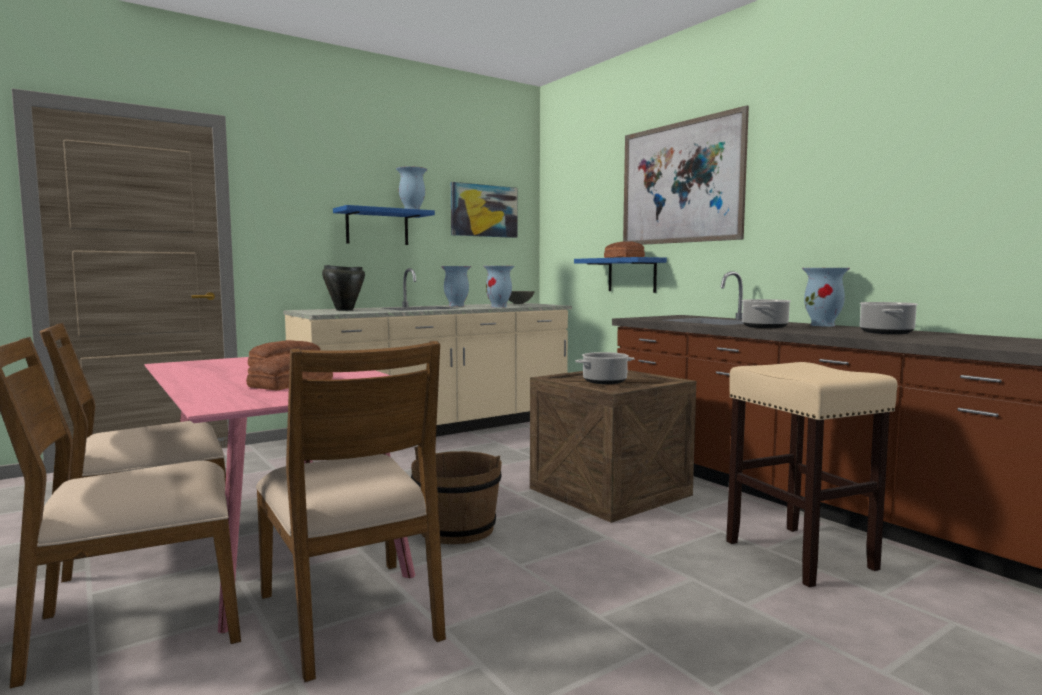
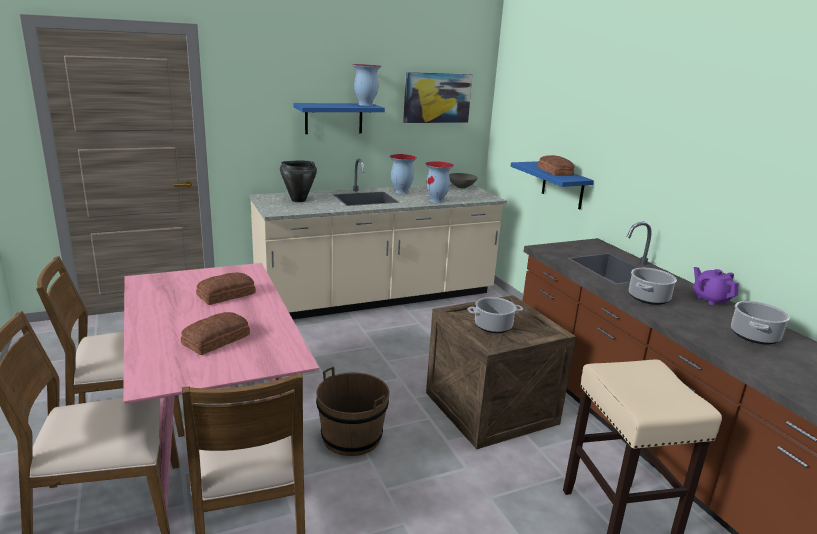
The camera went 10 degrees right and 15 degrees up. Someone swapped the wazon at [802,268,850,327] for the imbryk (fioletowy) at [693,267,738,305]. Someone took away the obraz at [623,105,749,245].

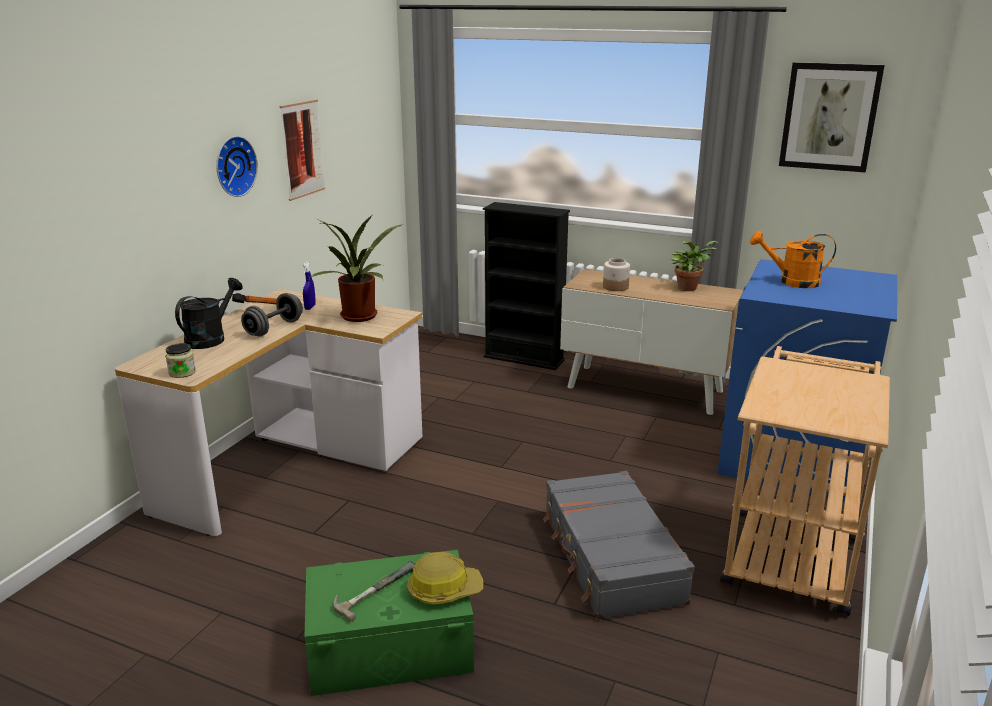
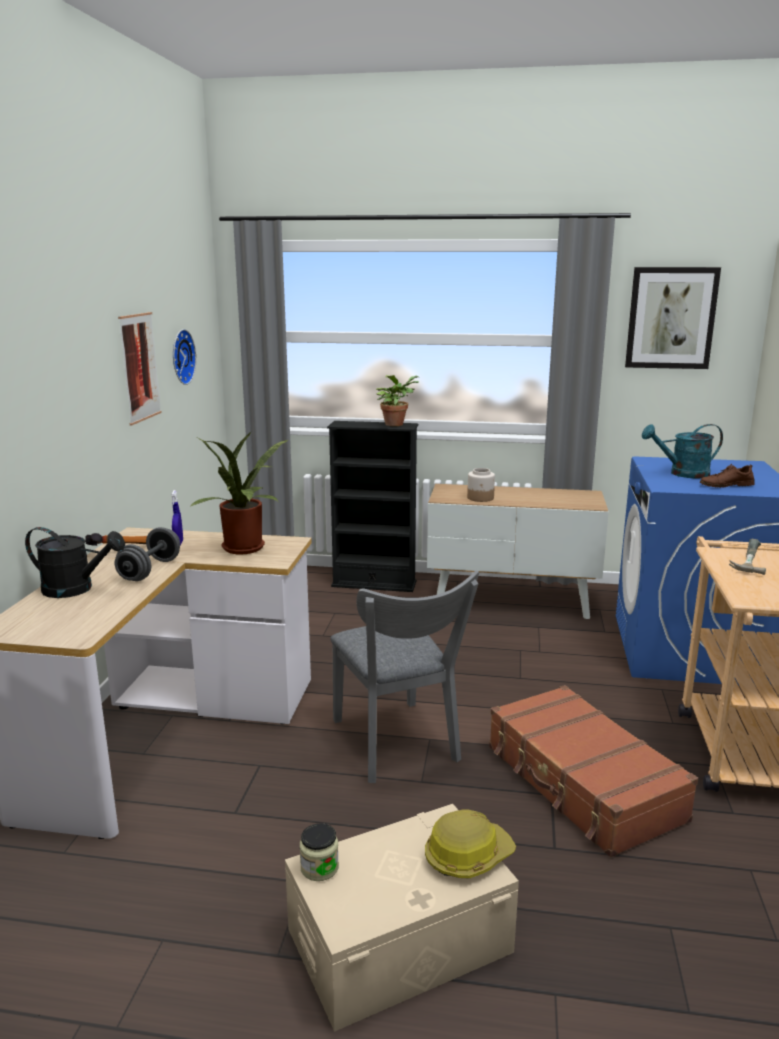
The camera went 15 degrees left and 5 degrees down. Someone rotated the konewka (czarny) at [175,278,243,349] by 90 degrees clockwise. Someone carried the zegar ścienny from [216,136,258,197] to [173,329,196,385]. Someone repainted the pojemnik do przechowywania (zielony) at [304,550,474,696], which became the pojemnik do przechowywania (beżowy) at [285,804,519,1032]. Someone carried the słoik from [165,343,196,378] to [300,823,339,881]. Someone put down the krzesło (szary) at [330,571,479,783]. Someone carried the roślina doniczkowa from [671,241,718,291] to [376,375,419,426]. Someone repainted the walizka (szary) at [543,471,695,620], which became the walizka (brązowy) at [489,685,698,857]. Someone repainted the konewka (pomarańczowy) at [750,230,836,288], which became the konewka (turkusowy) at [642,424,723,478]. Someone put down the but (brązowy) at [700,464,755,488]. Someone carried the młotek from [333,561,415,622] to [729,539,766,575].

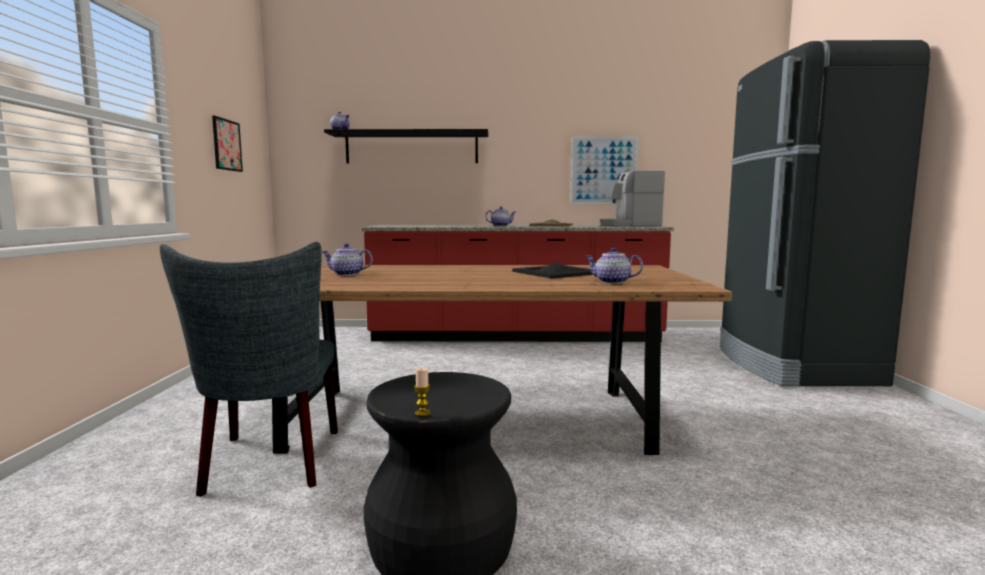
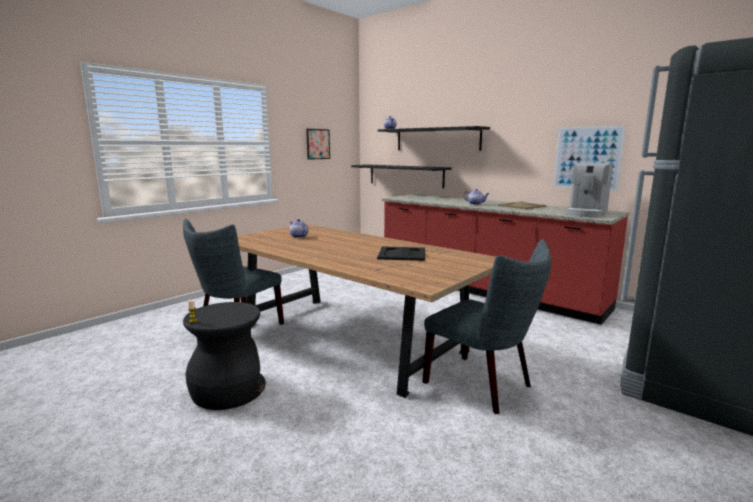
The camera went 40 degrees right and 5 degrees up. Someone put up the półka (czarny) at [351,164,452,188]. Someone put down the krzesło (szary) at [422,239,551,414]. Someone rotated the ekspres do kawy at [600,171,665,226] by 90 degrees counterclockwise. Someone took away the imbryk at [585,248,643,283].

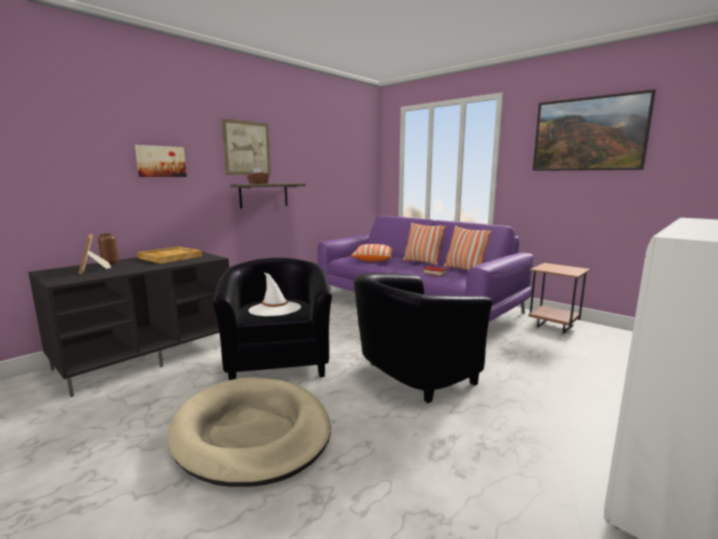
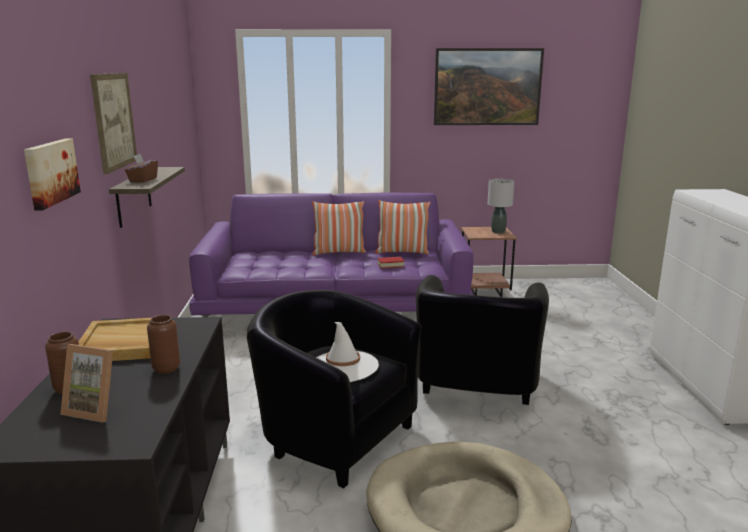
The camera went 45 degrees left and 5 degrees up. Someone put down the wazon (brązowy) at [147,315,180,374]. Someone put down the lampa stołowa (szary) at [487,179,515,234]. Someone took away the poduszka at [351,244,394,261].

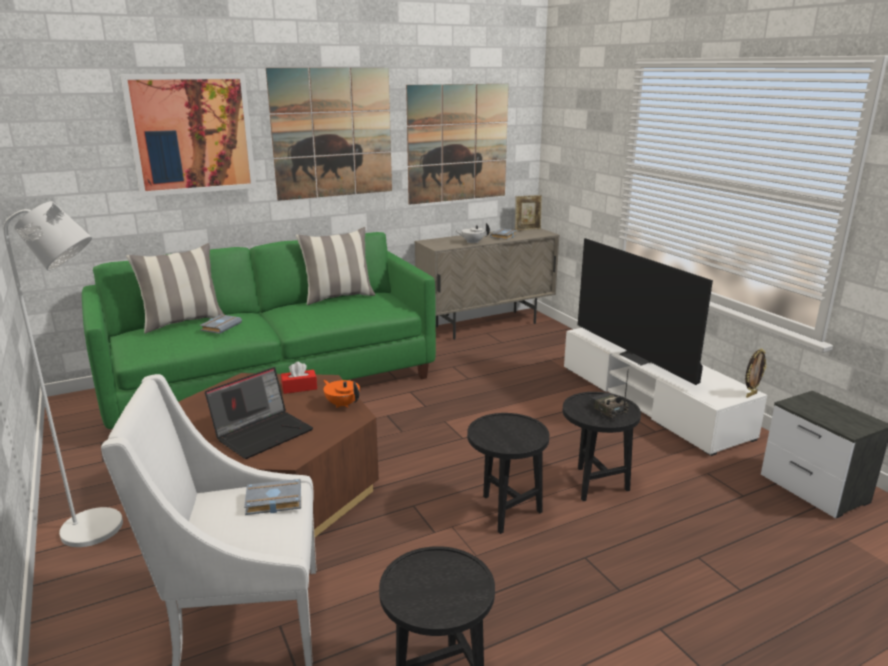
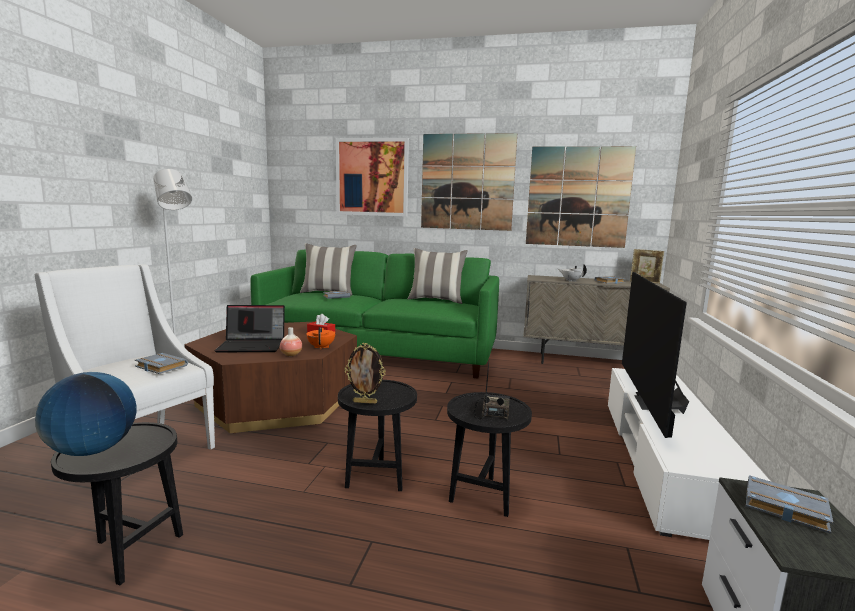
The camera went 40 degrees right and 10 degrees down. Someone put down the globus at [35,372,137,456]. Someone put down the wazon at [280,327,302,356]. Someone carried the ramka na zdjęcie from [745,349,767,398] to [345,343,386,404]. Someone put down the książka (szary) at [746,475,833,534].

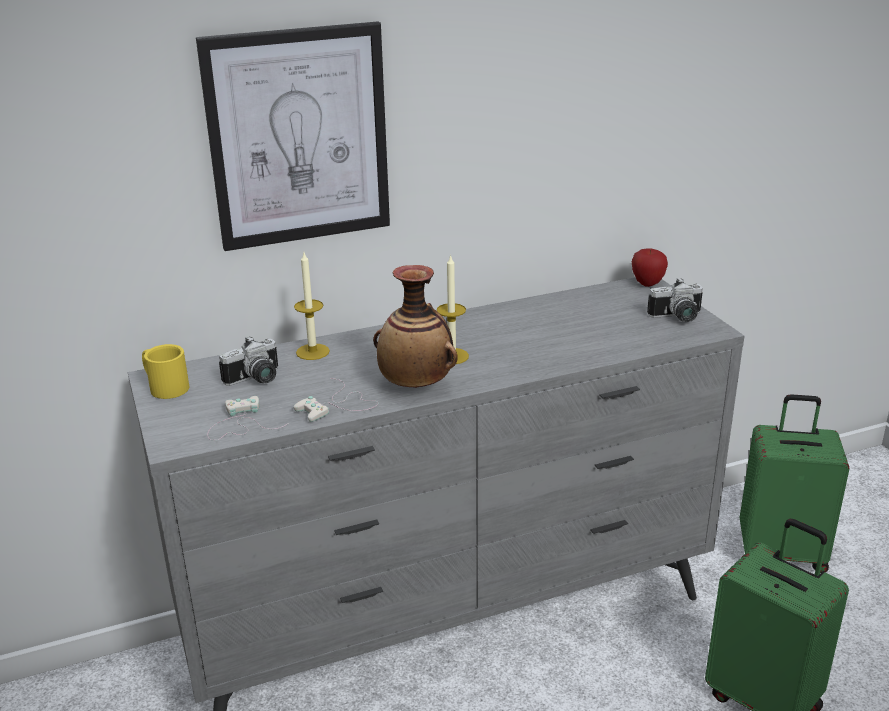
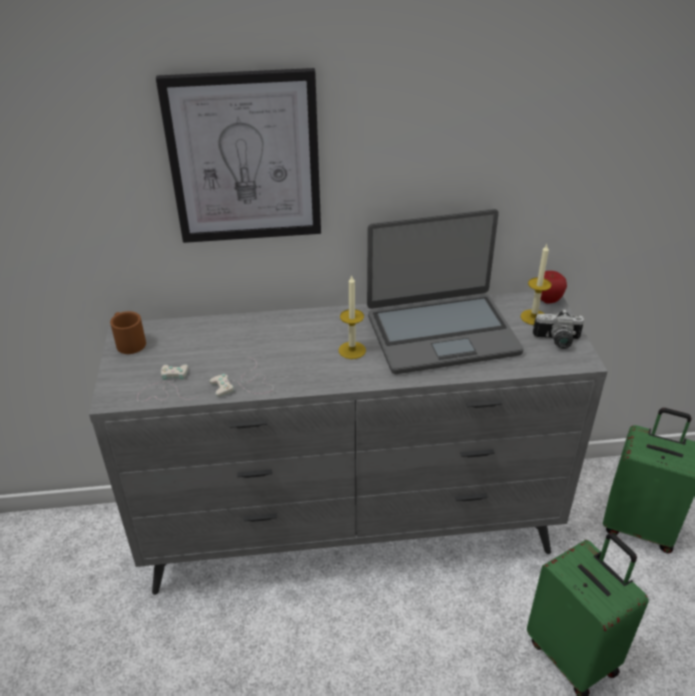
The camera went 15 degrees right and 10 degrees up. Someone repainted the kubek (żółty) at [142,344,189,399], which became the kubek (brązowy) at [110,311,146,354]. Someone put down the laptop at [367,209,524,374]. Someone carried the świeca from [294,253,330,360] to [520,244,552,325]. Someone took away the aparat fotograficzny at [219,336,278,386]. Someone took away the wazon at [373,265,458,388].

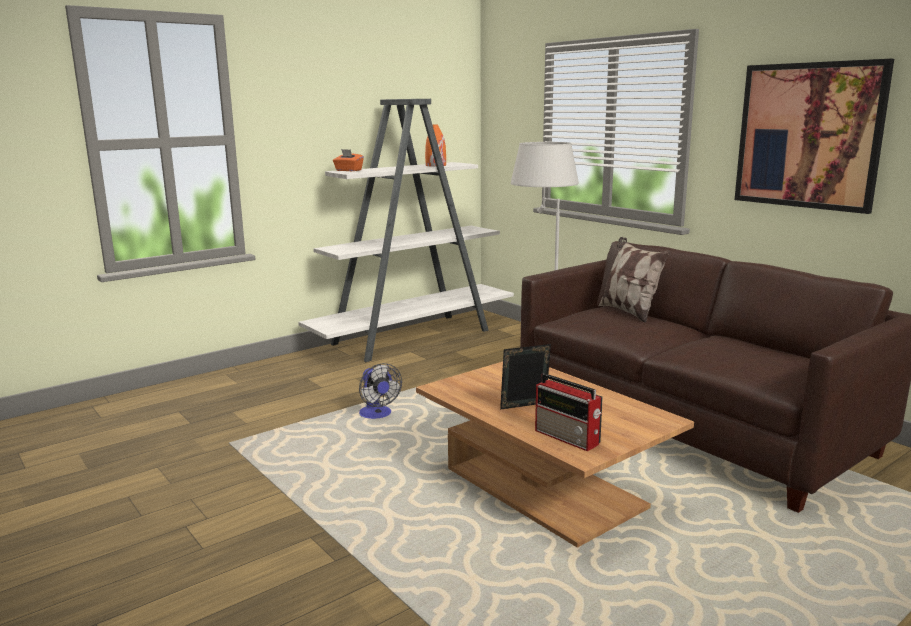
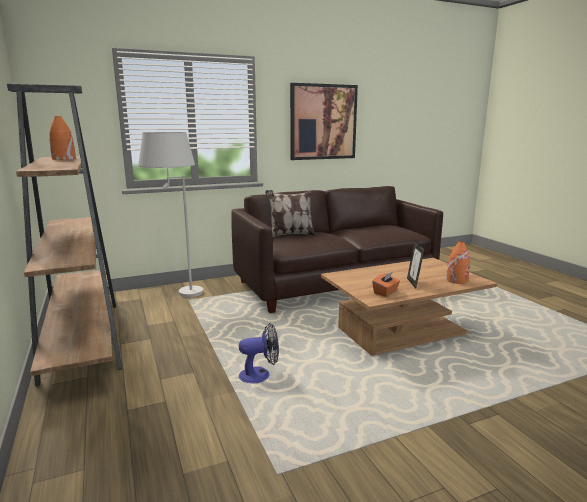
The camera went 75 degrees left and 0 degrees up. Someone repainted the regał (biały) at [298,99,514,362], which became the regał (brązowy) at [7,84,122,386]. Someone carried the pudełko chusteczek (pomarańczowy) from [333,149,364,171] to [372,272,400,297]. Someone swapped the radio at [535,373,603,451] for the wazon (pomarańczowy) at [446,241,470,284].

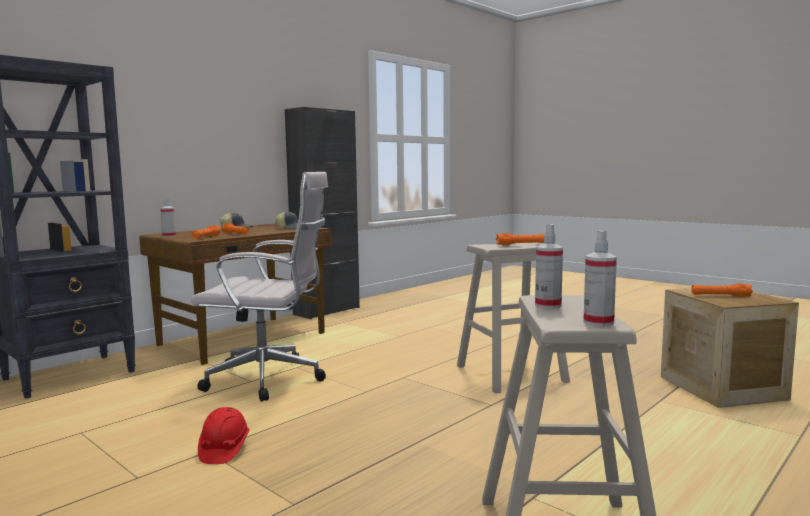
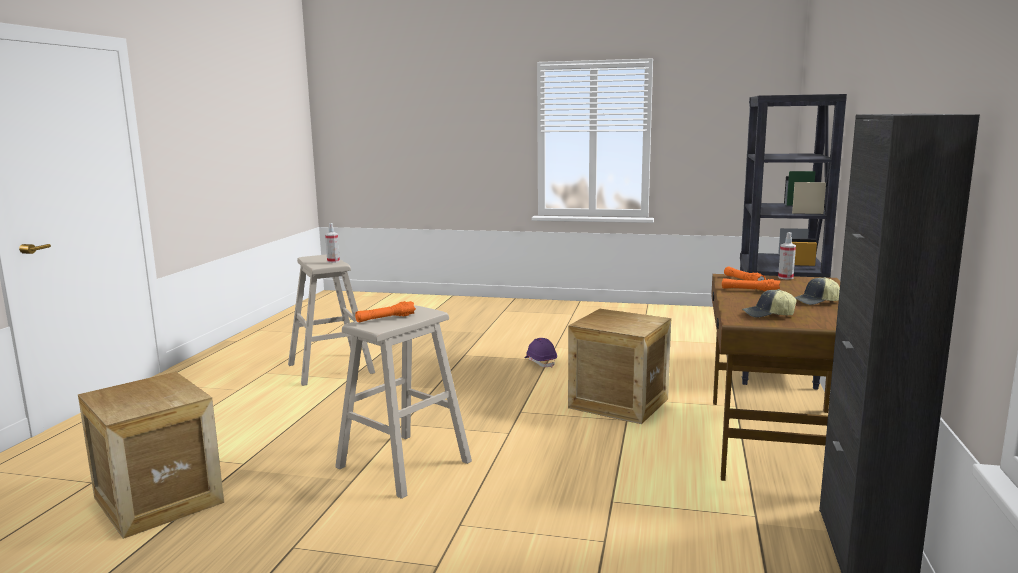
The camera went 150 degrees right and 5 degrees up. Someone repainted the kask (czerwony) at [198,407,250,464], which became the kask (fioletowy) at [524,338,557,368]. Someone swapped the krzesło biurowe (biały) at [191,172,328,402] for the skrzynka at [568,309,671,424]. Someone took away the spryskiwacz at [583,231,617,327]. Someone took away the latarka (pomarańczowy) at [691,283,753,297].

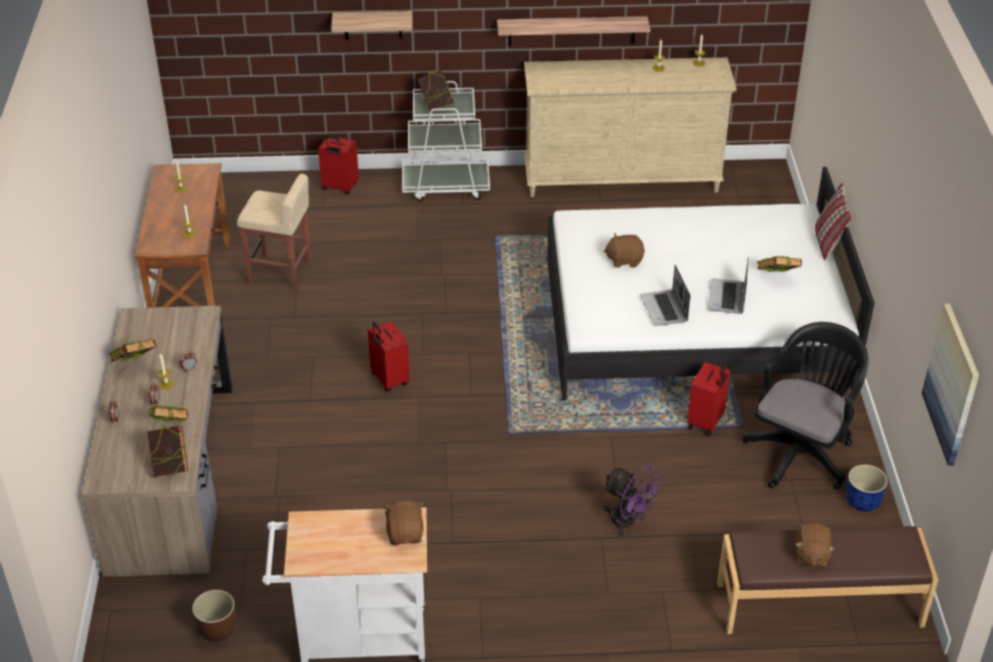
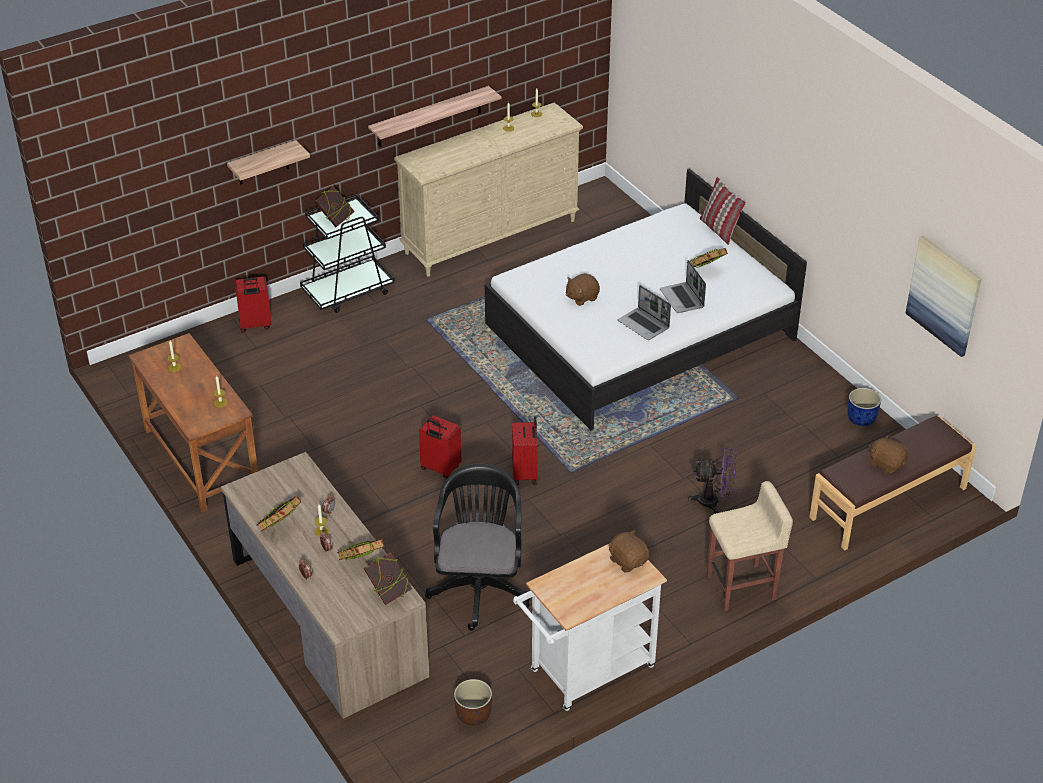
The camera went 30 degrees left and 0 degrees up. Someone repainted the wózek (biały) at [402,81,490,201], which became the wózek (czarny) at [300,194,394,313]. Someone carried the krzesło biurowe (czarny) from [742,322,869,490] to [425,464,530,631]. Someone carried the walizka (czerwony) from [687,362,730,436] to [512,416,538,485]. Someone carried the stołek (beżowy) from [237,174,311,290] to [707,481,793,611]. Someone rotated the pluszak (brązowy) at [795,522,835,567] by 150 degrees clockwise.

